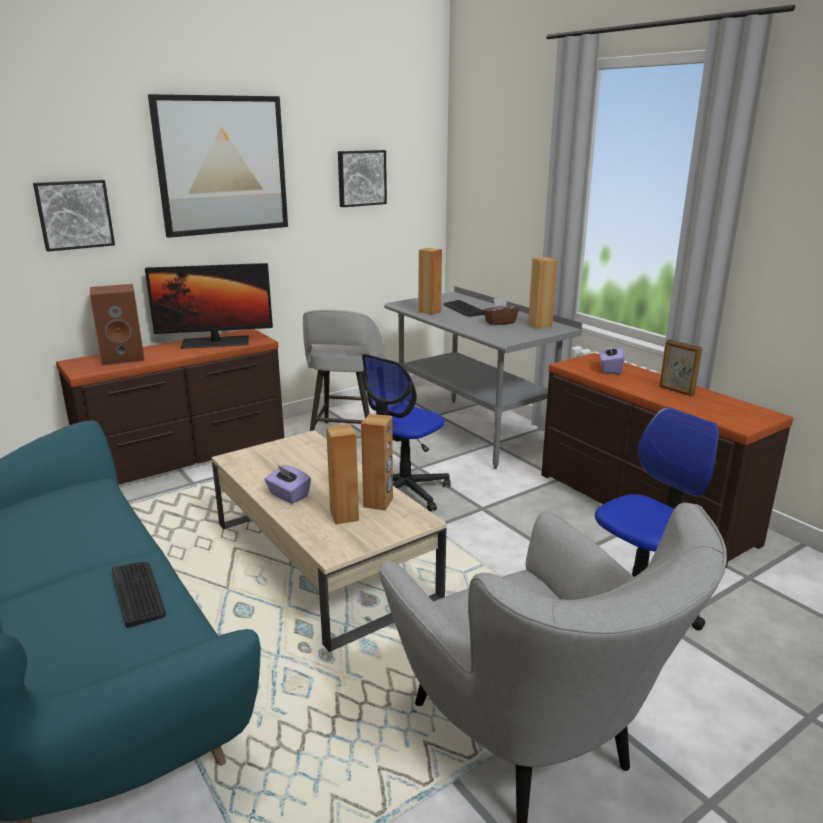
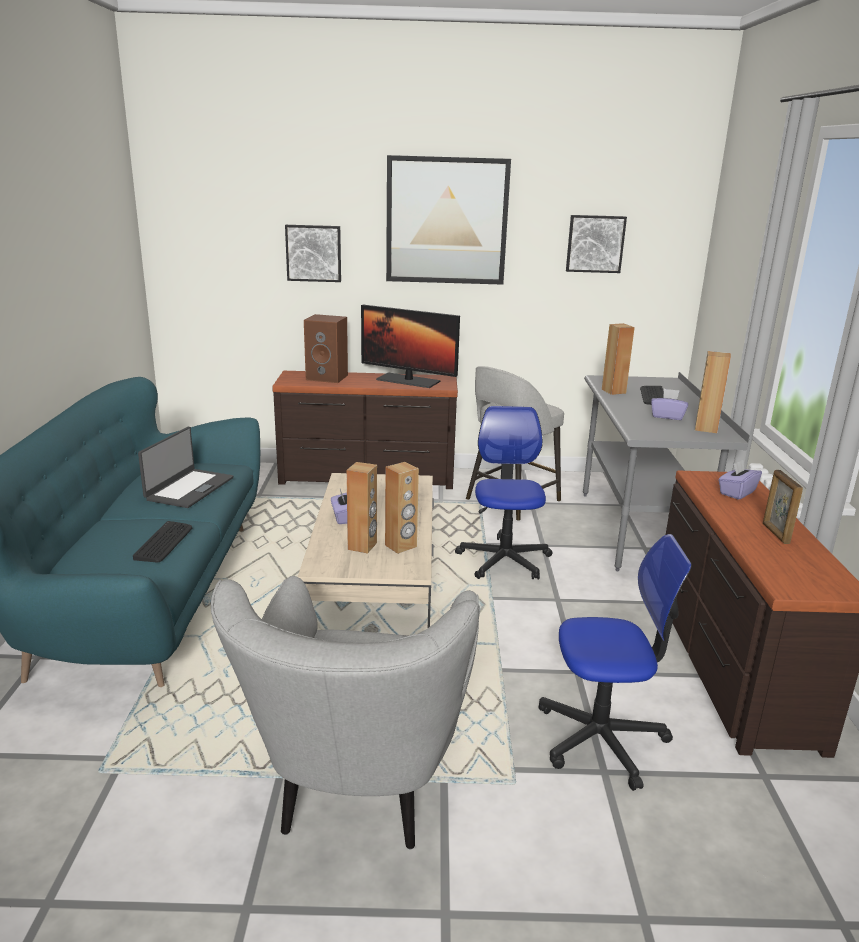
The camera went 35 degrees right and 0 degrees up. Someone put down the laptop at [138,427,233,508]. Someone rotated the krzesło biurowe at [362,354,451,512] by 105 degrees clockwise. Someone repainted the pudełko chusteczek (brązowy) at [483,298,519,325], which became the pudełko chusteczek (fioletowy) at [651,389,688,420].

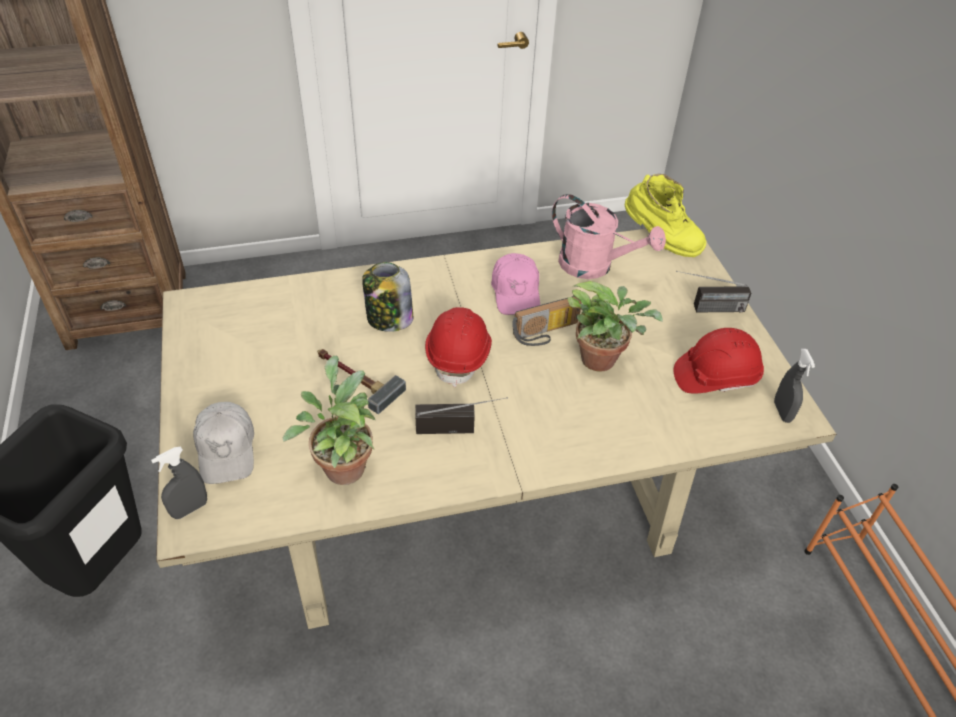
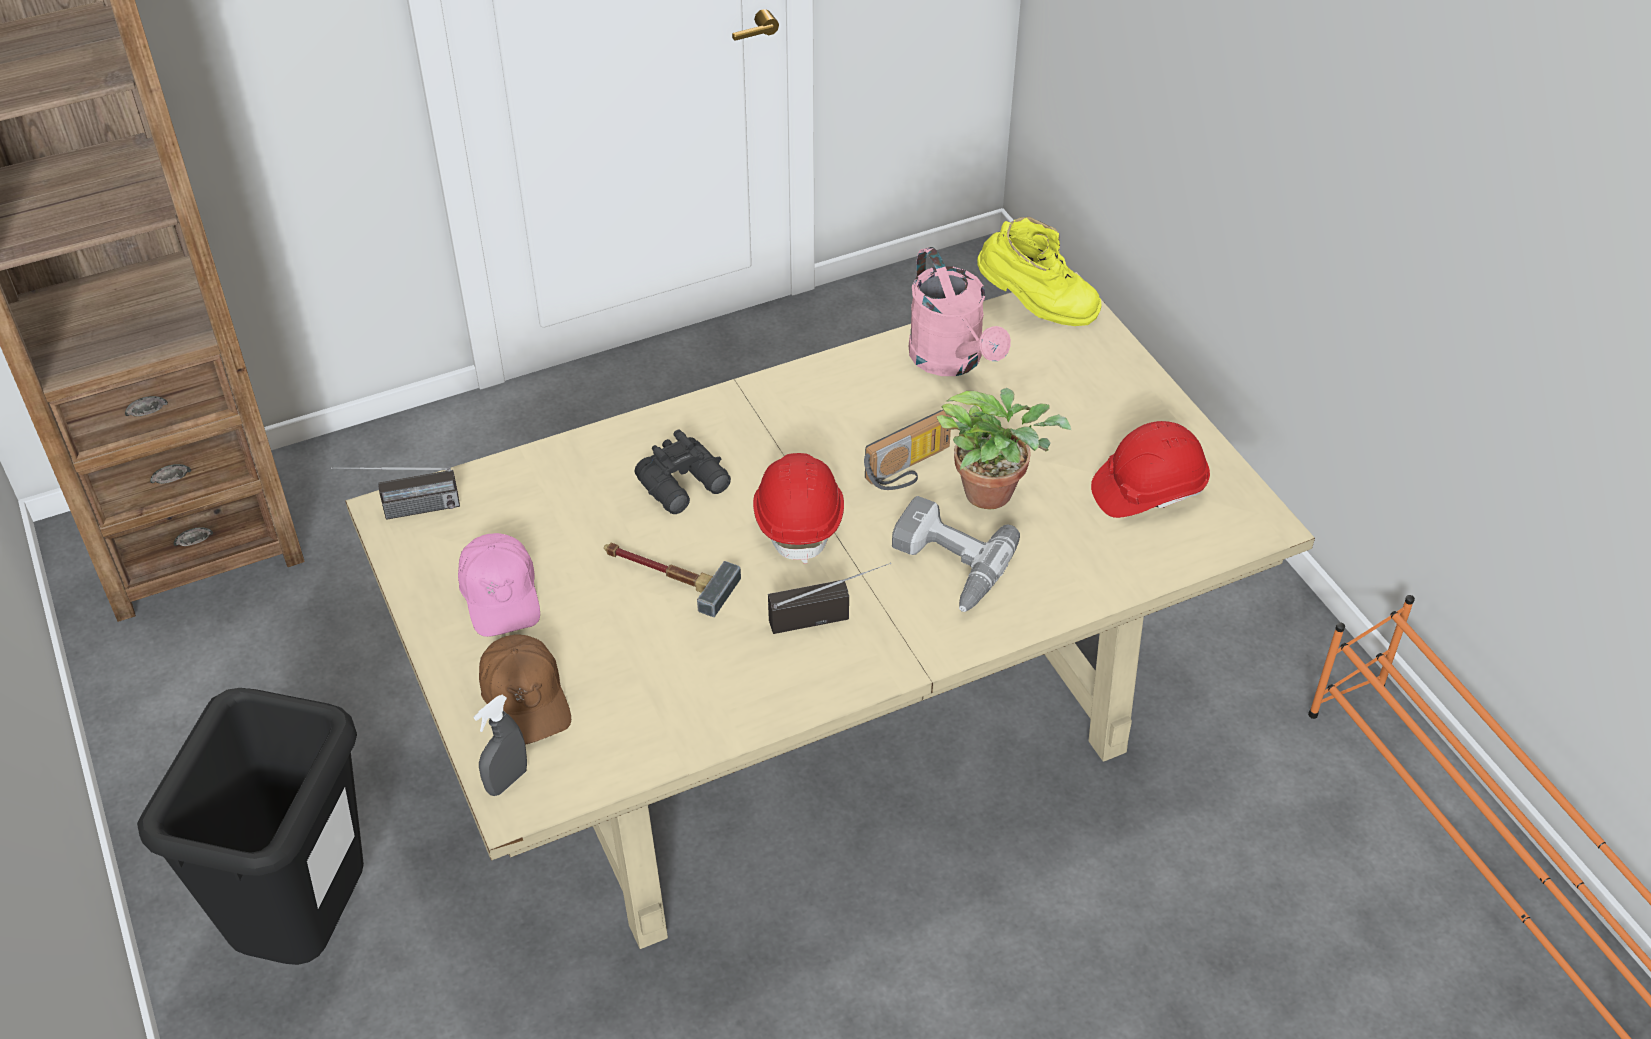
The camera went 10 degrees left and 0 degrees up. Someone carried the radio from [676,271,752,313] to [331,467,460,520]. Someone carried the czapka z daszkiem (różowy) from [491,253,540,315] to [458,533,540,637]. Someone repainted the czapka z daszkiem (biały) at [193,402,254,484], which became the czapka z daszkiem (brązowy) at [479,634,571,745]. Someone swapped the słoik at [362,262,413,332] for the lornetka (czarny) at [635,429,731,514]. Someone put down the wiertarka at [892,496,1020,612]. Someone rotated the konewka (różowy) at [552,194,666,279] by 45 degrees clockwise. Someone took away the roślina doniczkowa at [283,355,375,485]. Someone took away the spryskiwacz (szary) at [774,349,815,423].

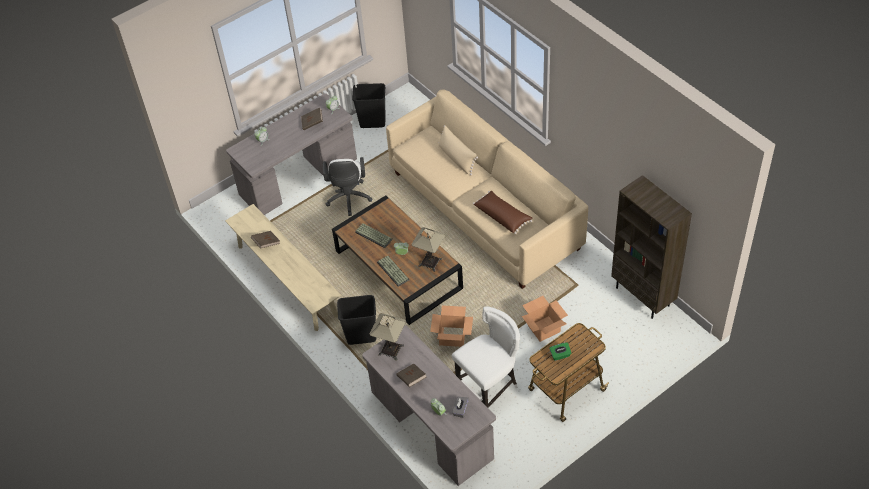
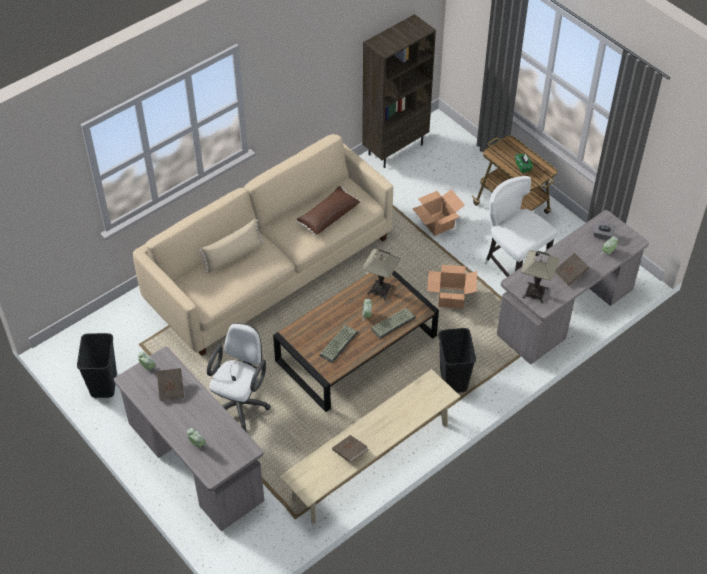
The camera went 95 degrees left and 0 degrees up. Someone rotated the krzesło biurowe (biały) at [323,157,373,216] by 60 degrees counterclockwise.

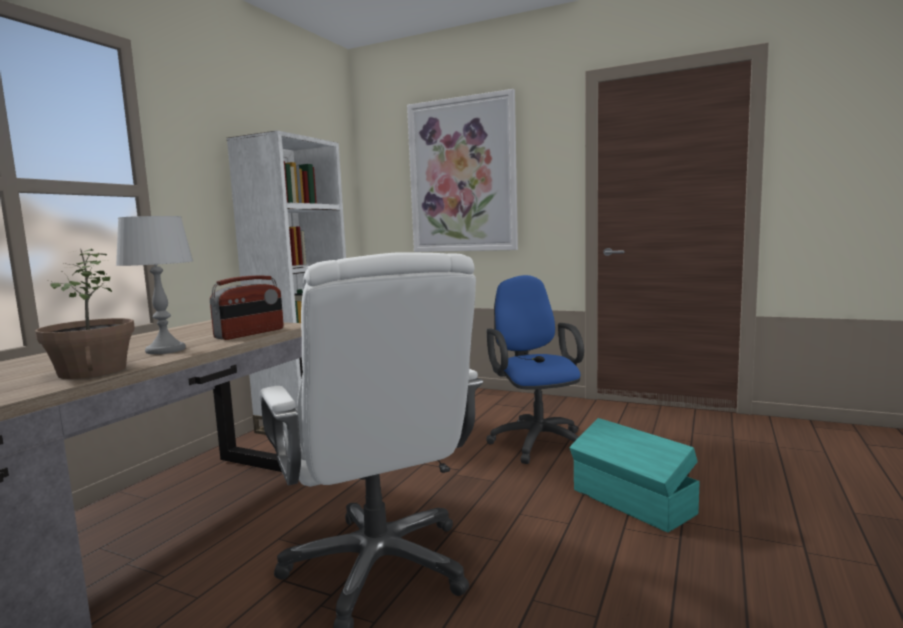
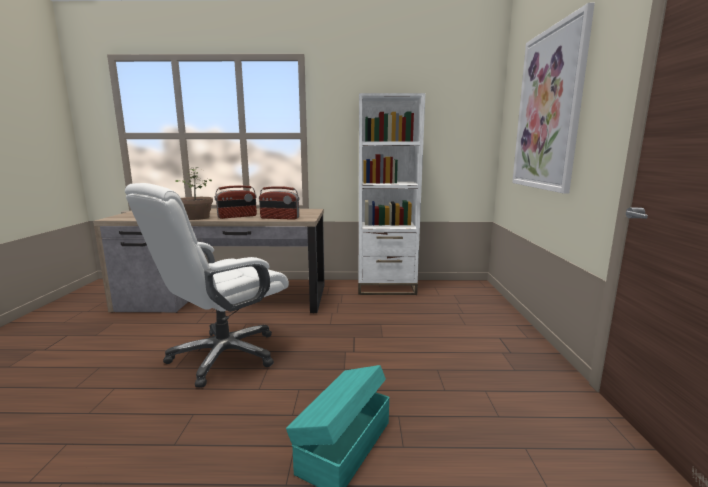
The camera went 65 degrees right and 5 degrees up. Someone swapped the lampa stołowa (szary) at [116,216,193,354] for the radio at [215,185,257,219]. Someone took away the krzesło biurowe (niebieski) at [486,275,584,464].

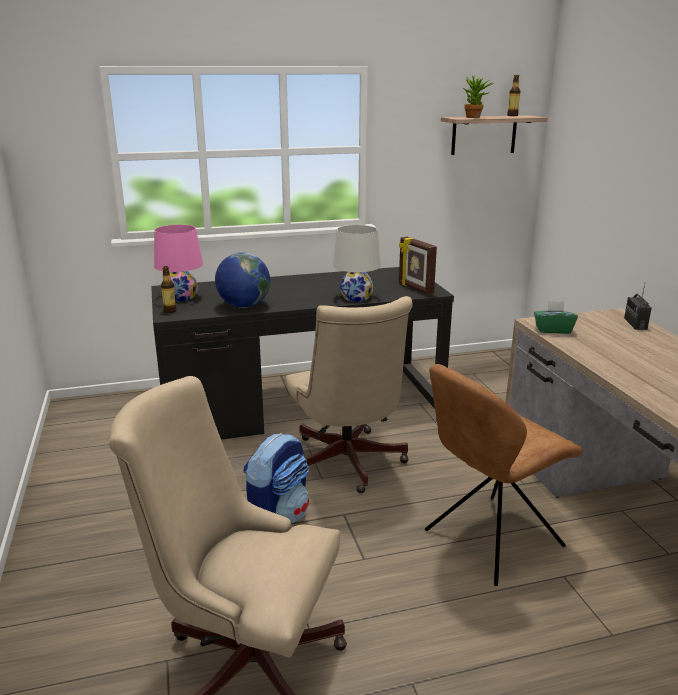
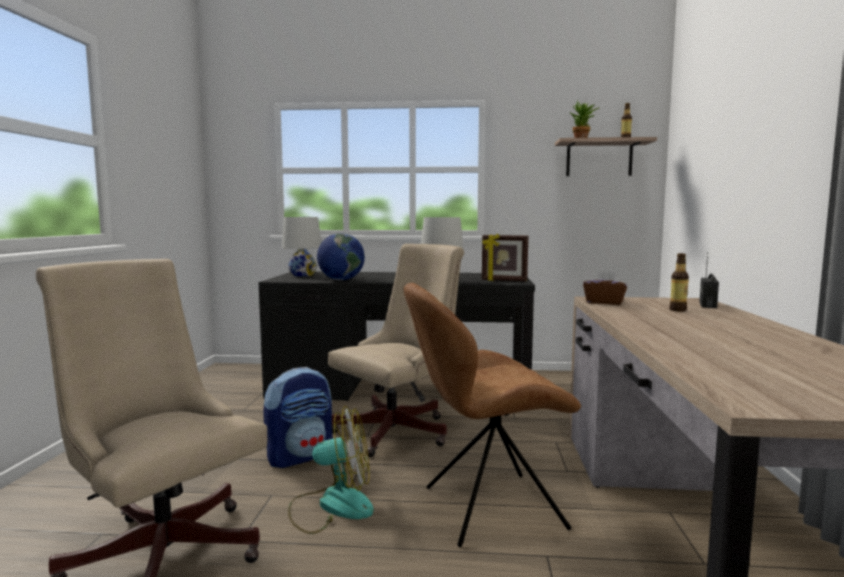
The camera went 20 degrees right and 15 degrees down. Someone repainted the lampa stołowa (różowy) at [154,225,203,301], which became the lampa stołowa (biały) at [282,217,322,277]. Someone put down the wentylator at [288,406,374,534]. Someone rotated the krzesło biurowe (beżowy) at [286,296,412,493] by 135 degrees counterclockwise. Someone rotated the ramka na zdjęcie at [399,237,437,295] by 60 degrees counterclockwise. Someone repainted the pudełko chusteczek (zielony) at [534,301,578,334], which became the pudełko chusteczek (brązowy) at [583,271,627,305]. Someone carried the butelka from [161,266,177,313] to [669,253,689,311].

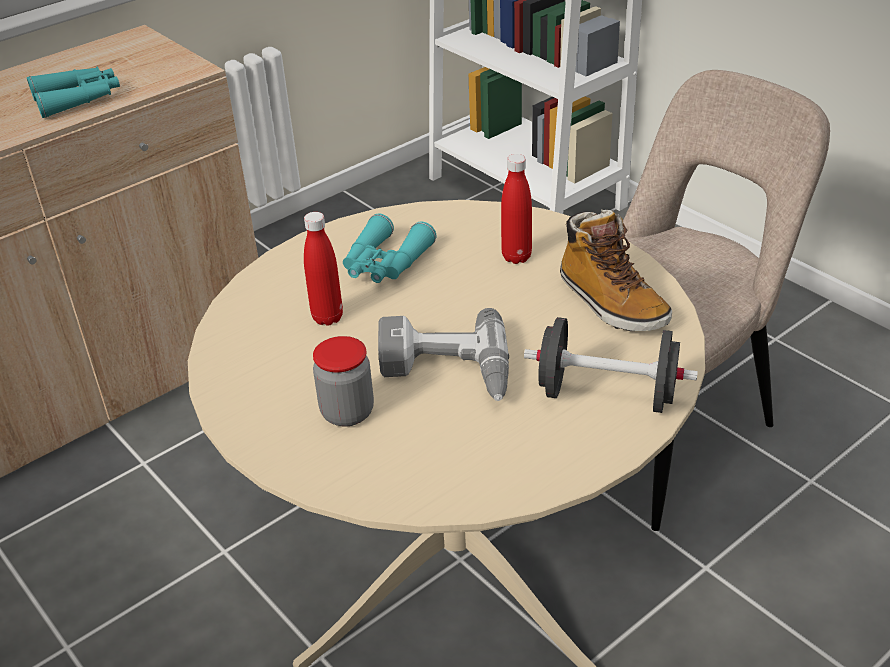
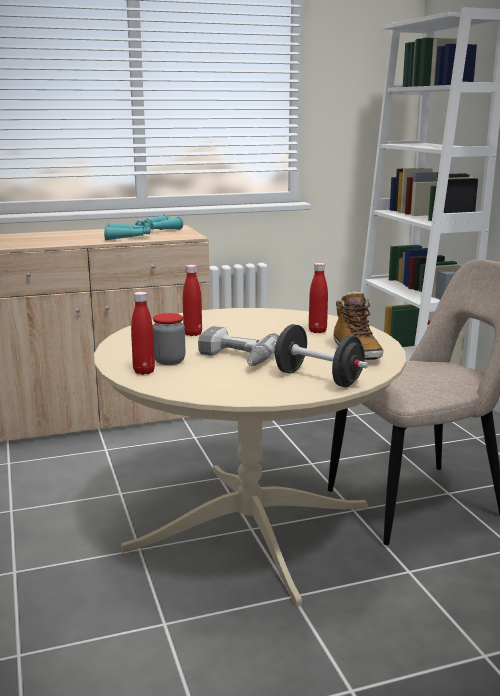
The camera went 20 degrees right and 20 degrees down. Someone put down the butelka (czerwony) at [131,292,155,375]. Someone carried the lornetka (turkusowy) from [343,213,436,283] to [135,215,183,230].

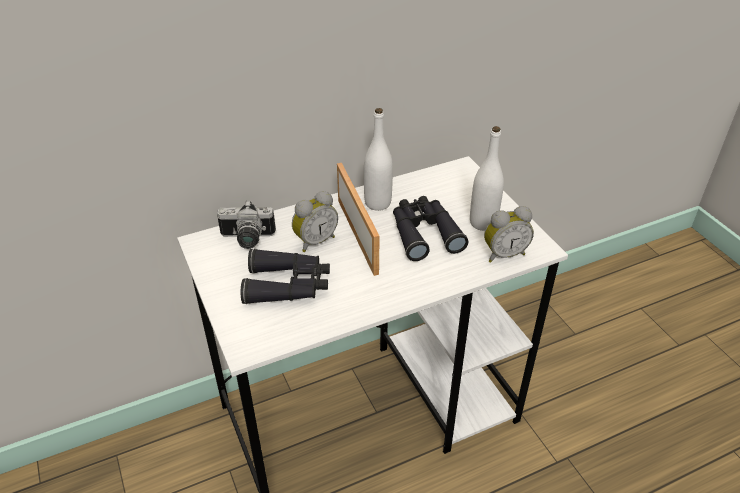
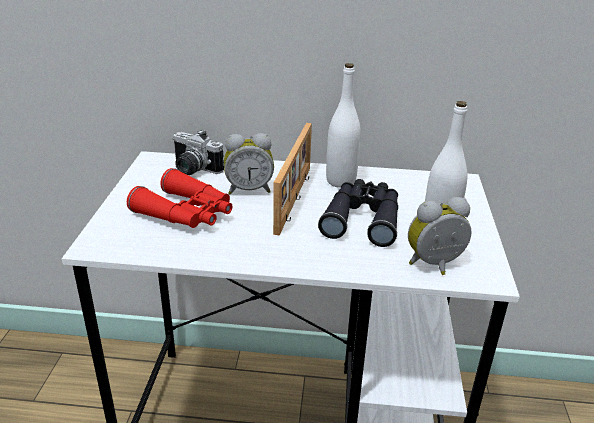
The camera went 30 degrees right and 10 degrees down. Someone repainted the lornetka (czarny) at [241,249,330,304], which became the lornetka (czerwony) at [127,168,233,228]. Someone rotated the budzik at [484,206,534,263] by 150 degrees clockwise.

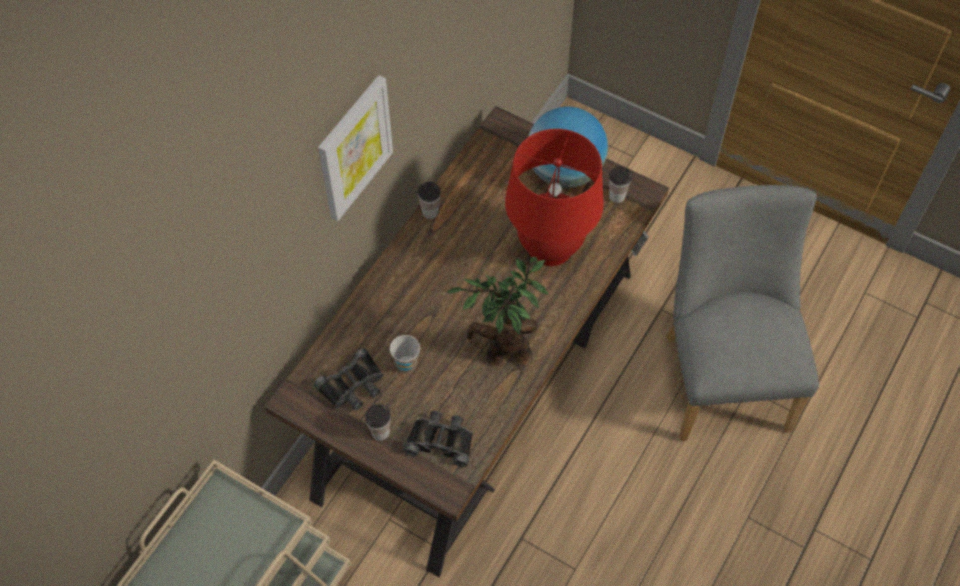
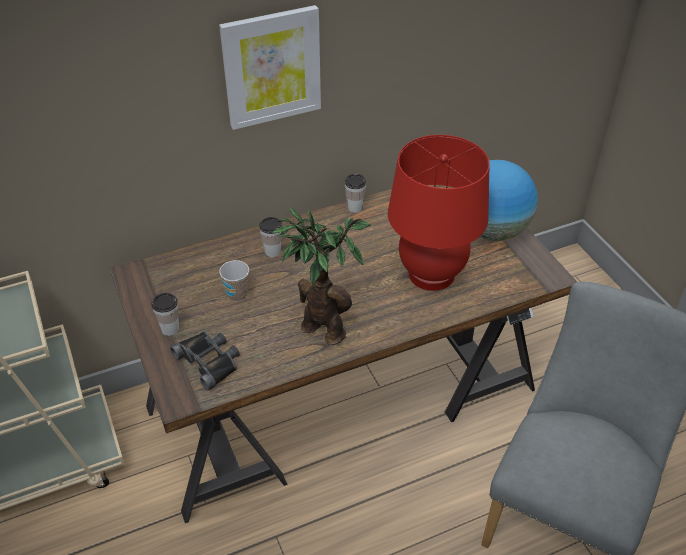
The camera went 35 degrees right and 15 degrees down. Someone carried the filiżanka from [609,166,632,203] to [259,217,282,257]. Someone took away the lornetka (czarny) at [314,348,383,410].

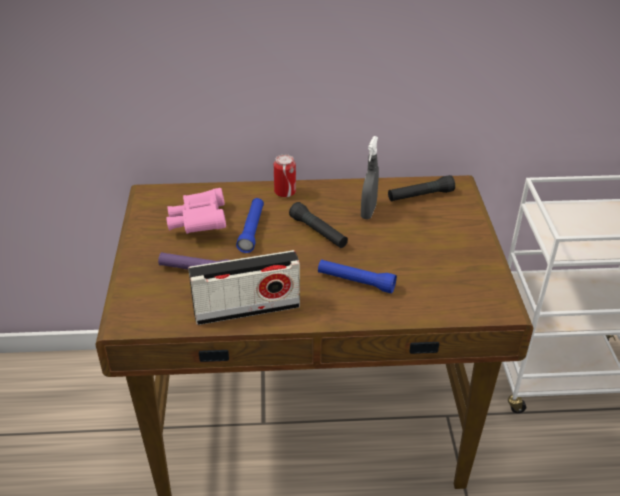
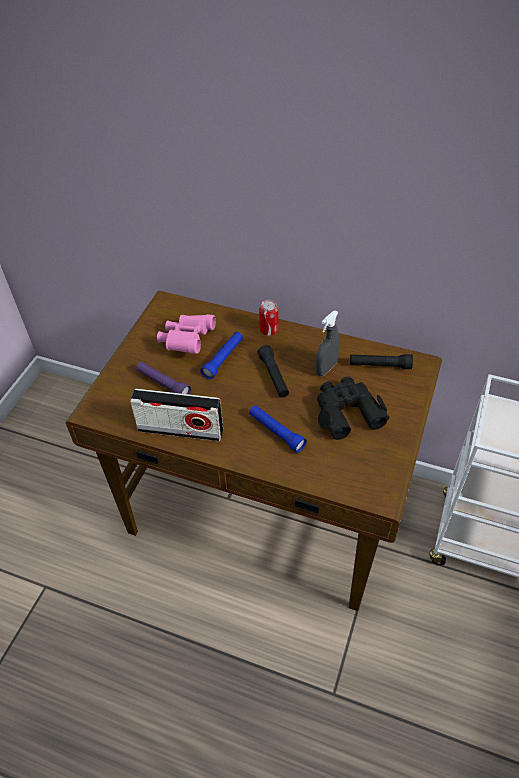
The camera went 25 degrees right and 10 degrees up. Someone put down the lornetka (czarny) at [317,376,390,440].

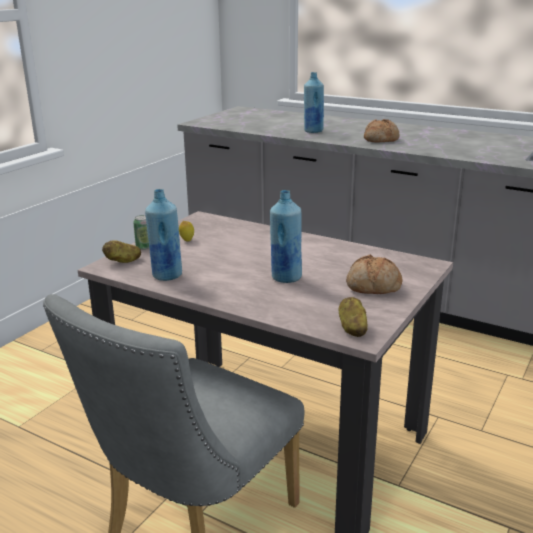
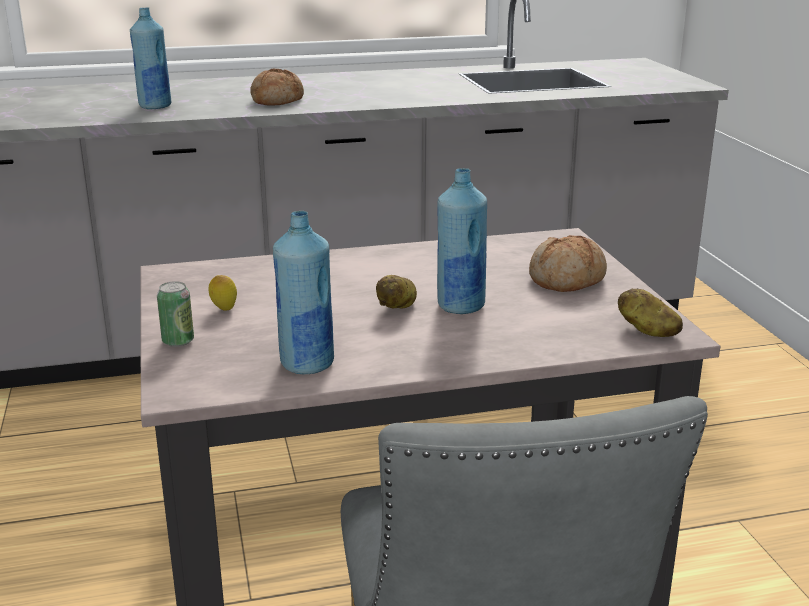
The camera went 45 degrees left and 0 degrees up. Someone carried the ziemniak from [102,240,141,263] to [376,275,417,309].

